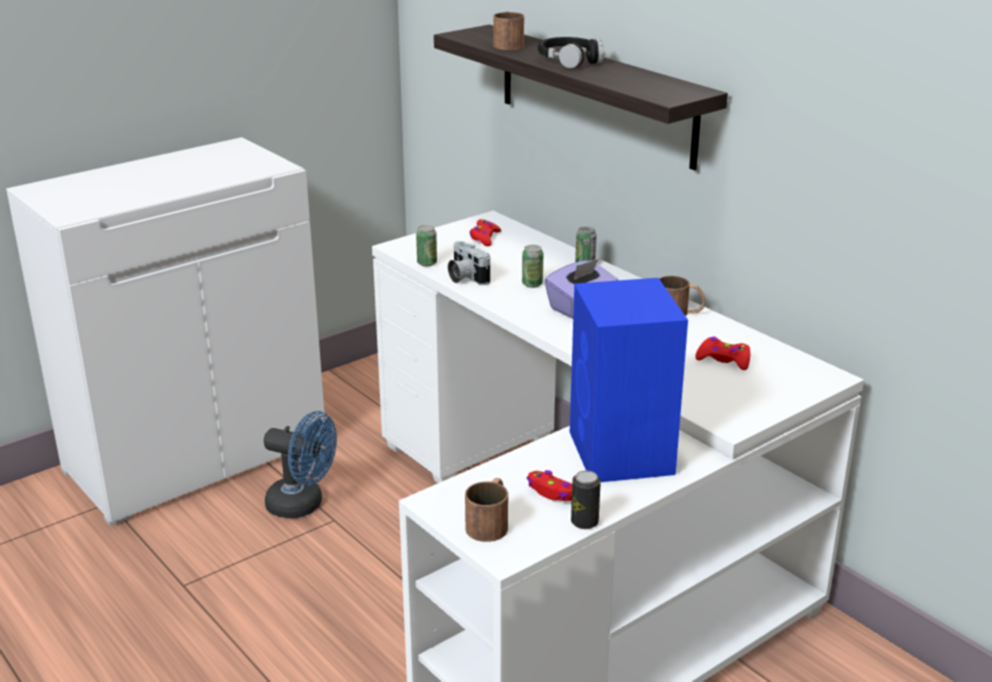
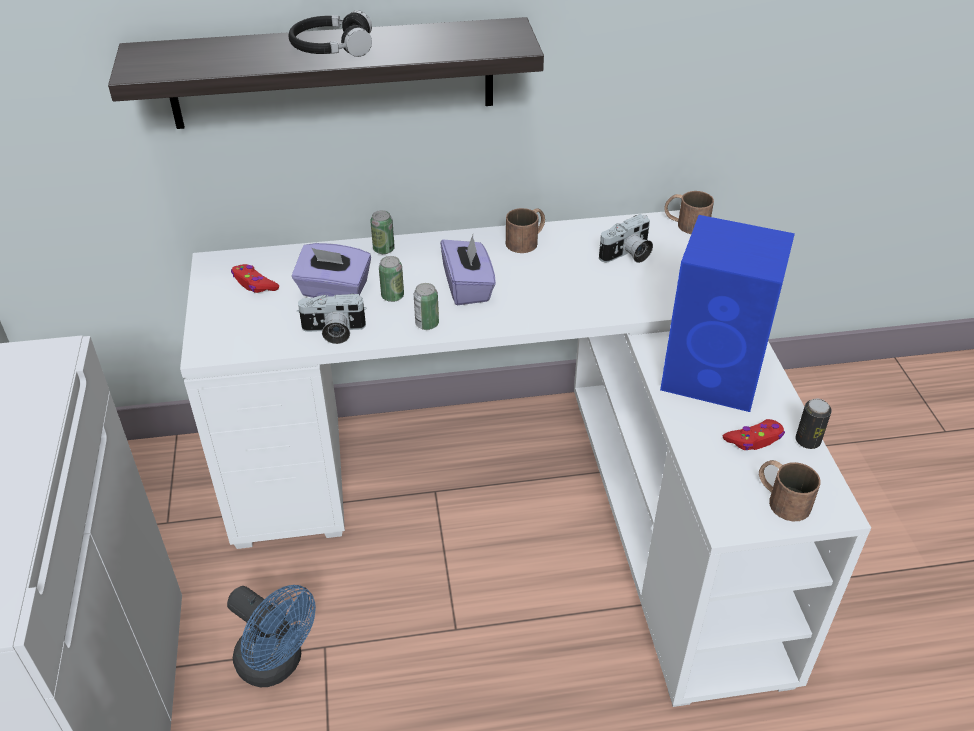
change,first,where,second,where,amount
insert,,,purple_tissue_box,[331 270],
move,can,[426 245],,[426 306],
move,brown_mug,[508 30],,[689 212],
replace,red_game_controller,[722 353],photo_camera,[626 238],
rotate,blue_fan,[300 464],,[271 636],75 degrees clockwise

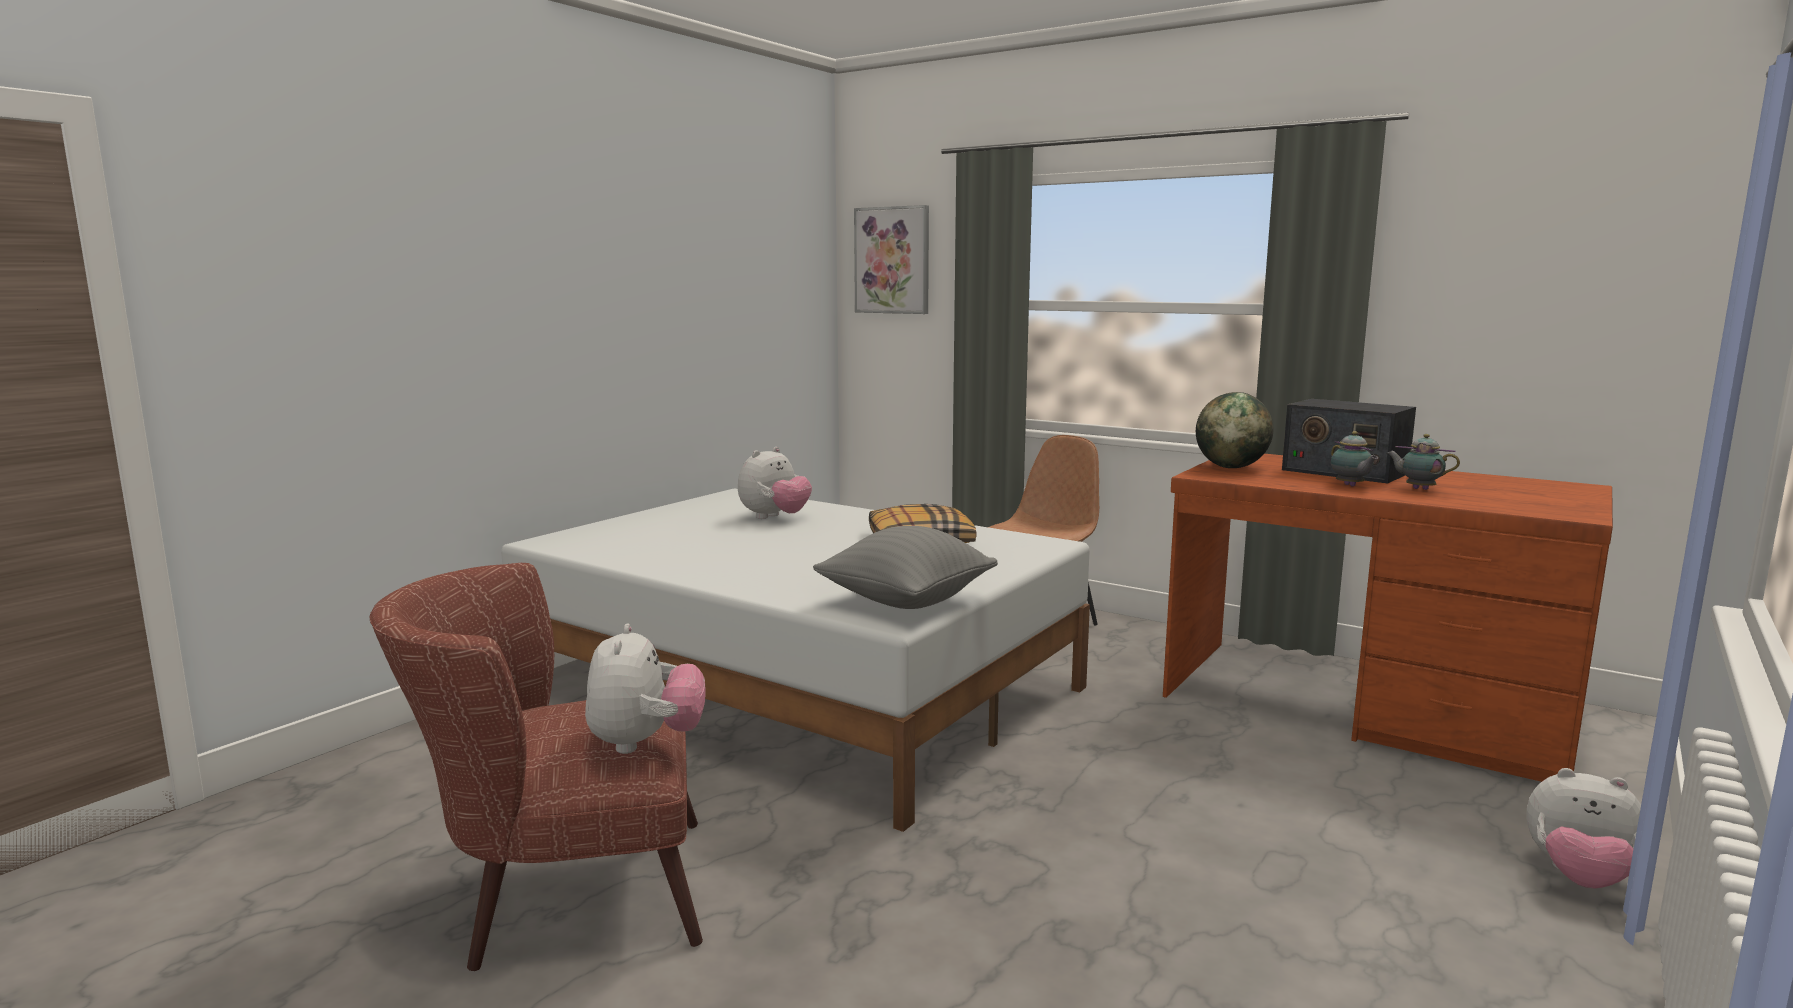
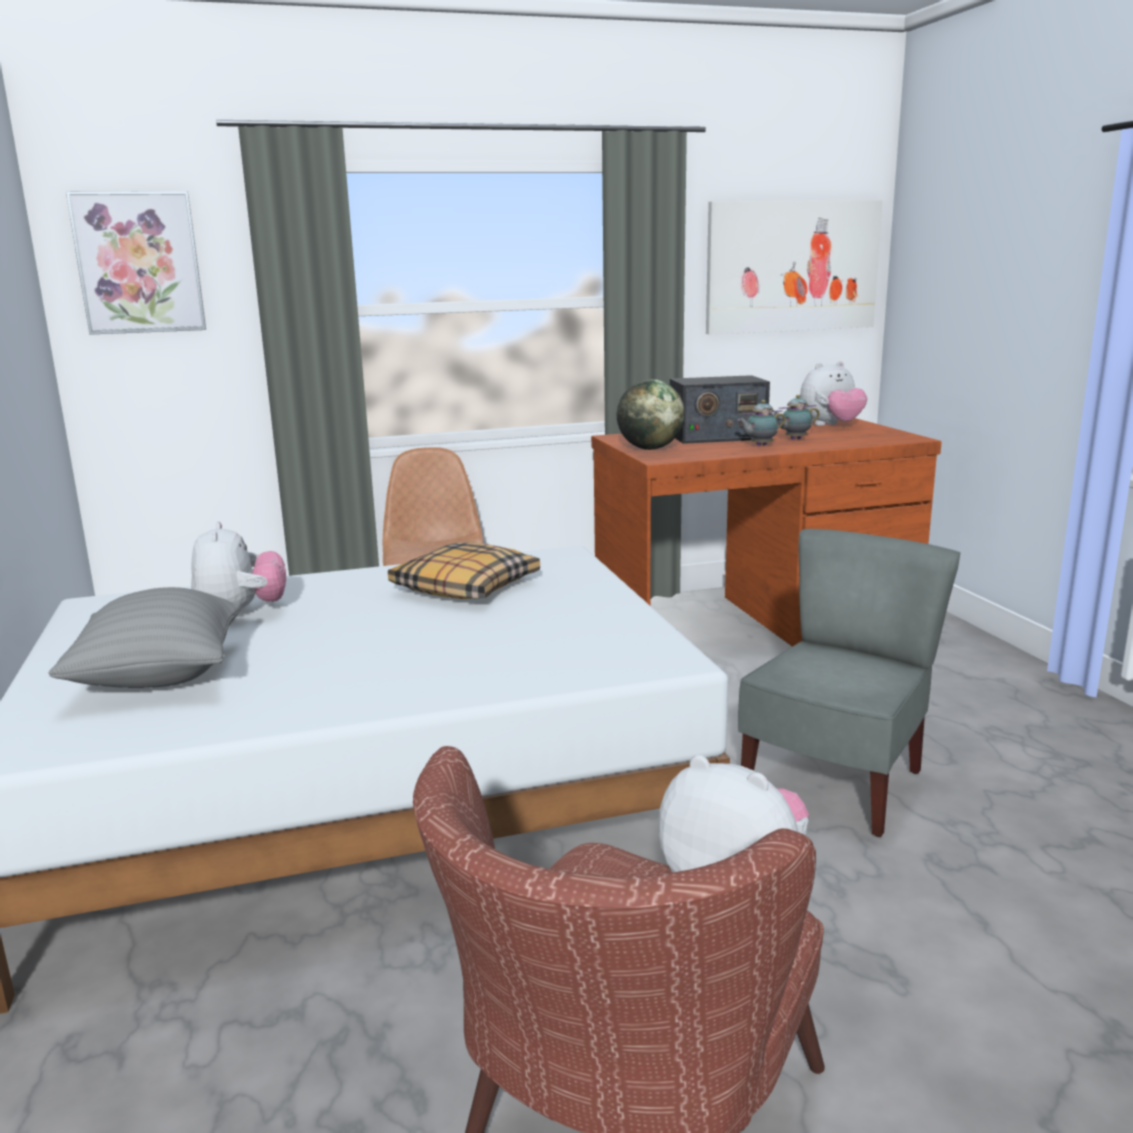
change,first,where,second,where,amount
insert,,,picture,[794 267],
insert,,,grey_chair,[849 683],
move,grey_pillow,[905 567],,[145 637],
move,plush_toy,[1583 828],,[833 393],
rotate,teapot,[1354 459],,[761 423],135 degrees clockwise

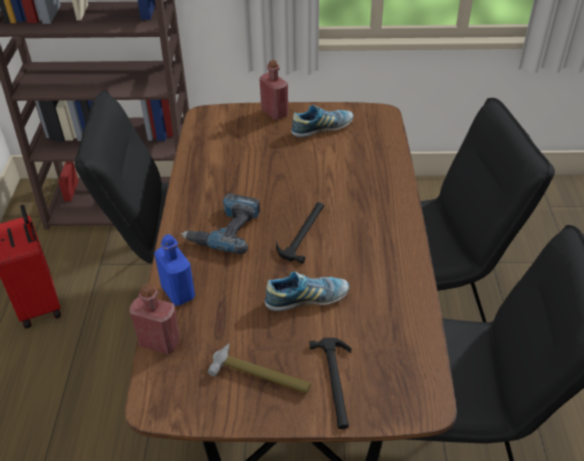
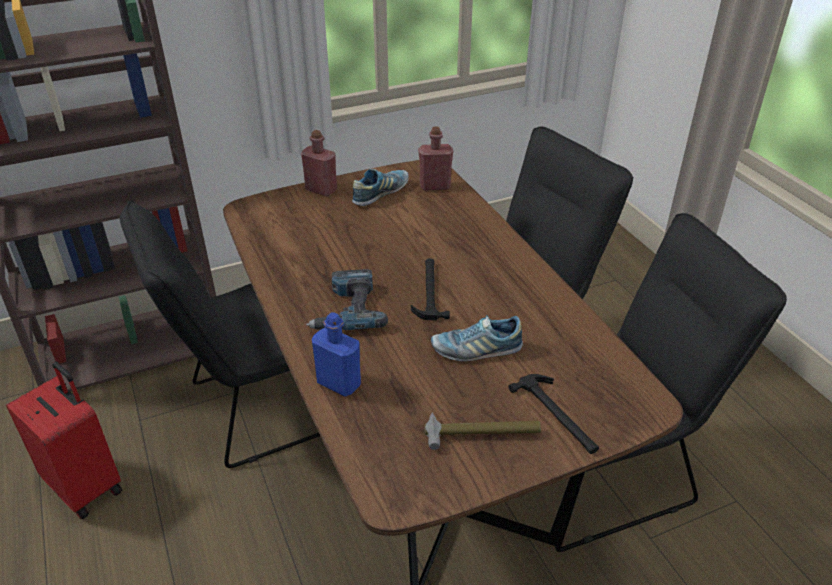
change,first,where,second,where,amount
move,red_bottle,[154 319],,[435 158],
rotate,shoe,[307 291],,[477 338],150 degrees counterclockwise

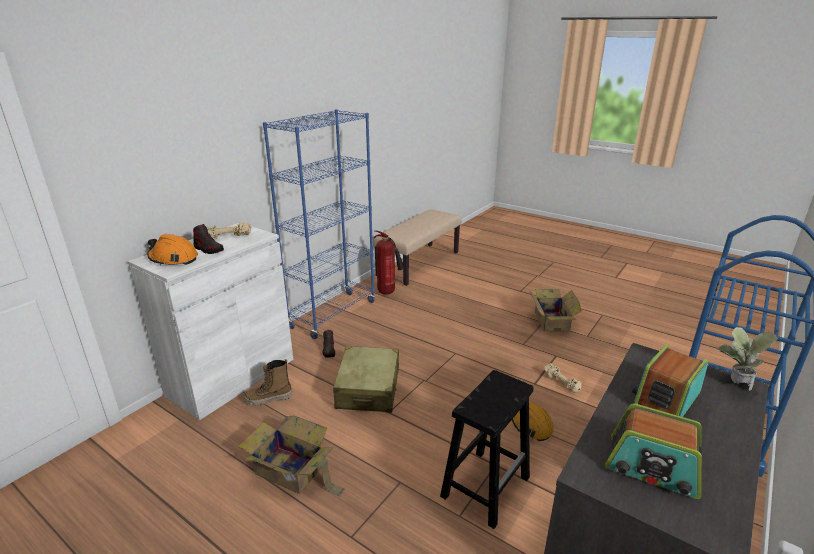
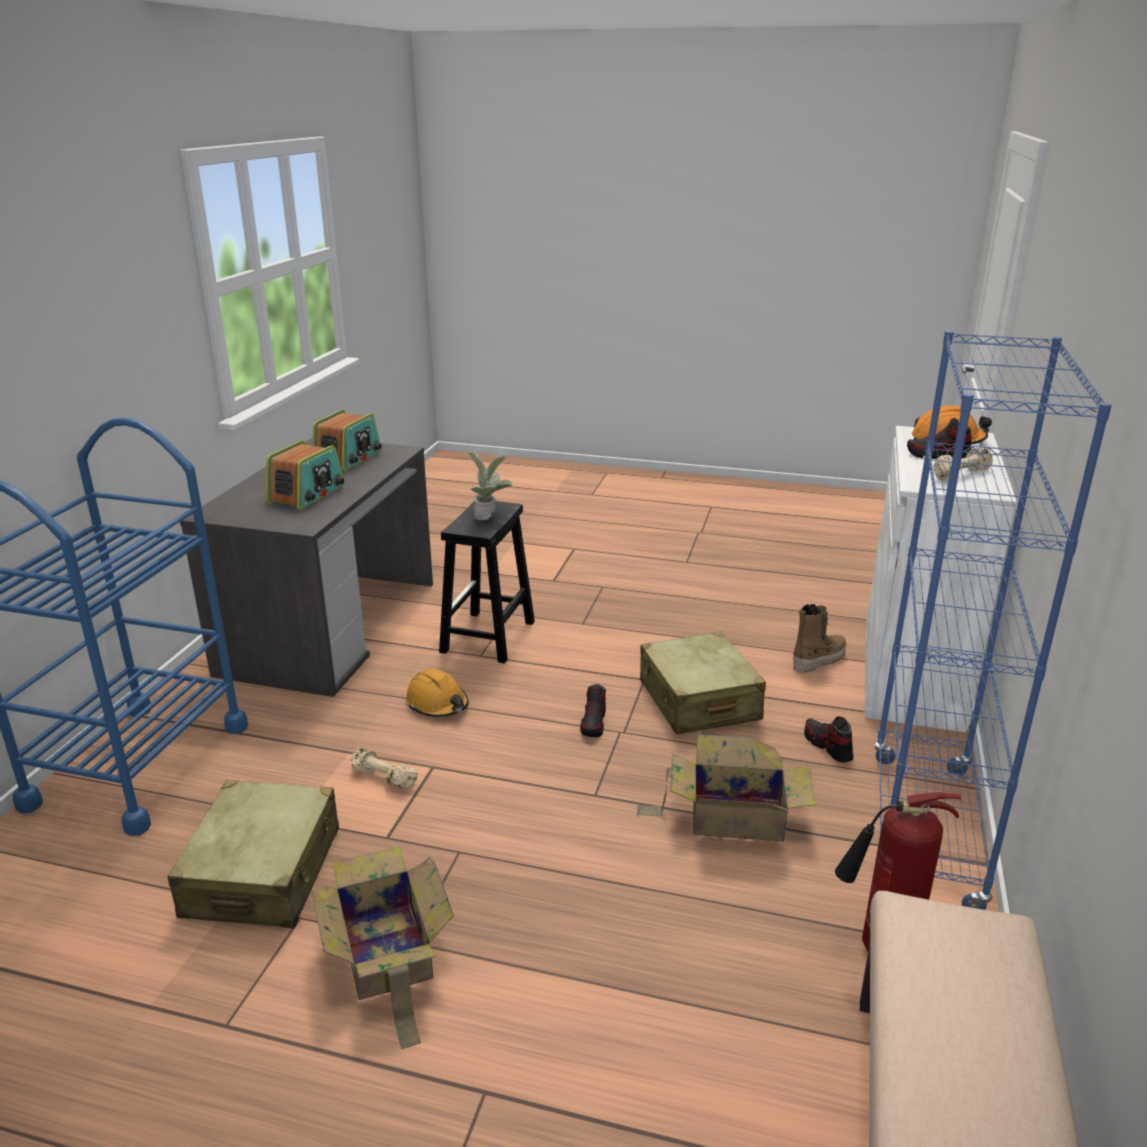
change,first,where,second,where,amount
insert,,,beige_suitcase,[253 854],
insert,,,shoe,[593 710],
move,cardboard_box,[291 456],,[726 787],
move,potted_plant,[747 359],,[491 486],
rotate,radio,[653 451],,[347 441],105 degrees clockwise

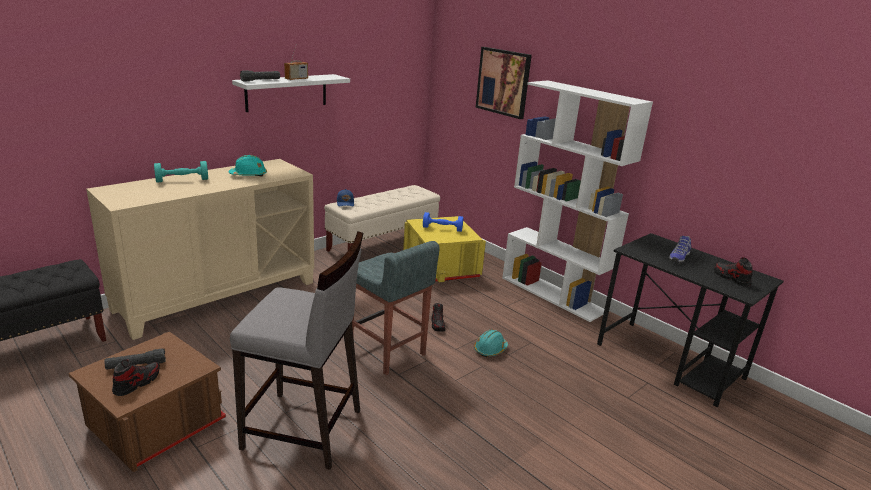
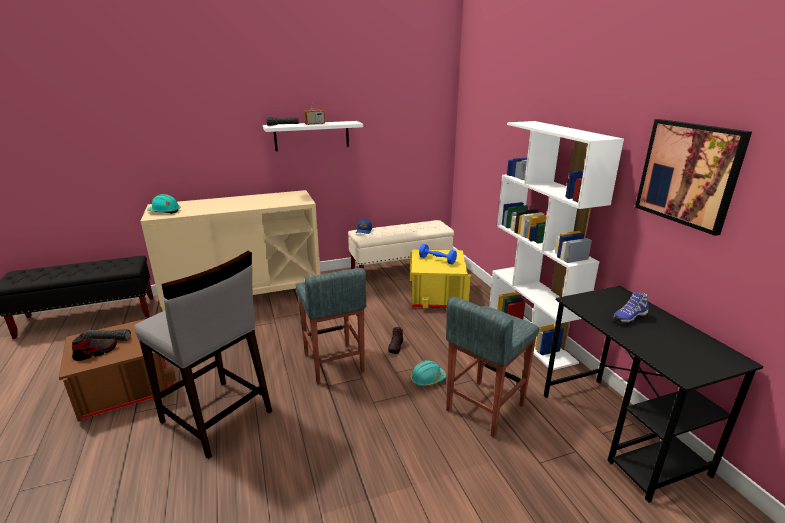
change,first,where,second,where,amount
delete,turquoise_dumbbell,[181 171],,,
delete,shoe,[733 272],,,
insert,,,grey_stool,[492 367],
move,turquoise_hard_hat,[248 166],,[164 204],
move,picture,[504 83],,[693 177],

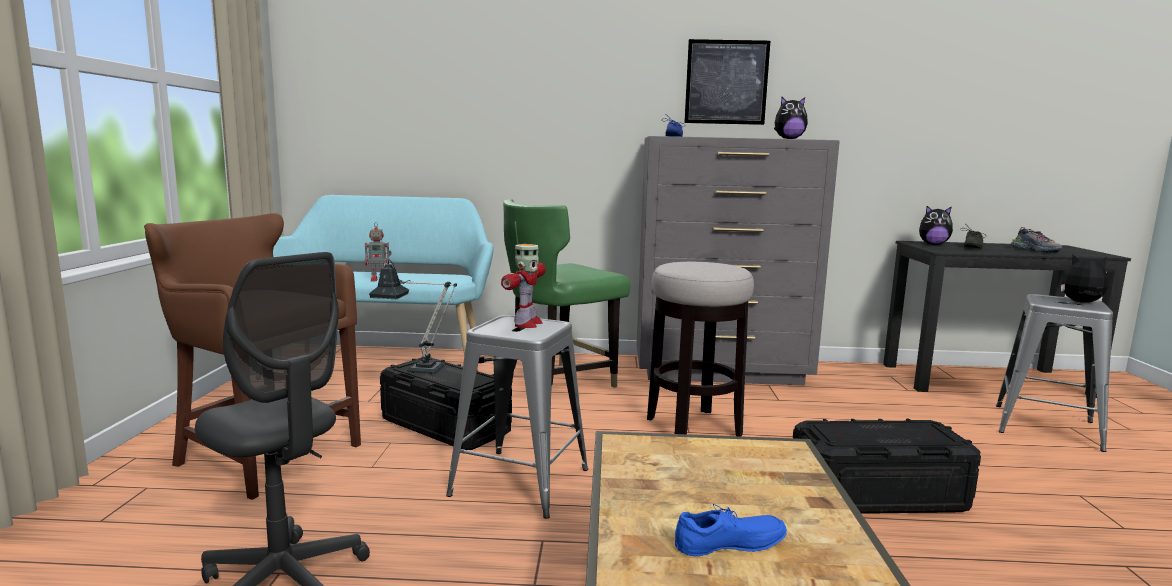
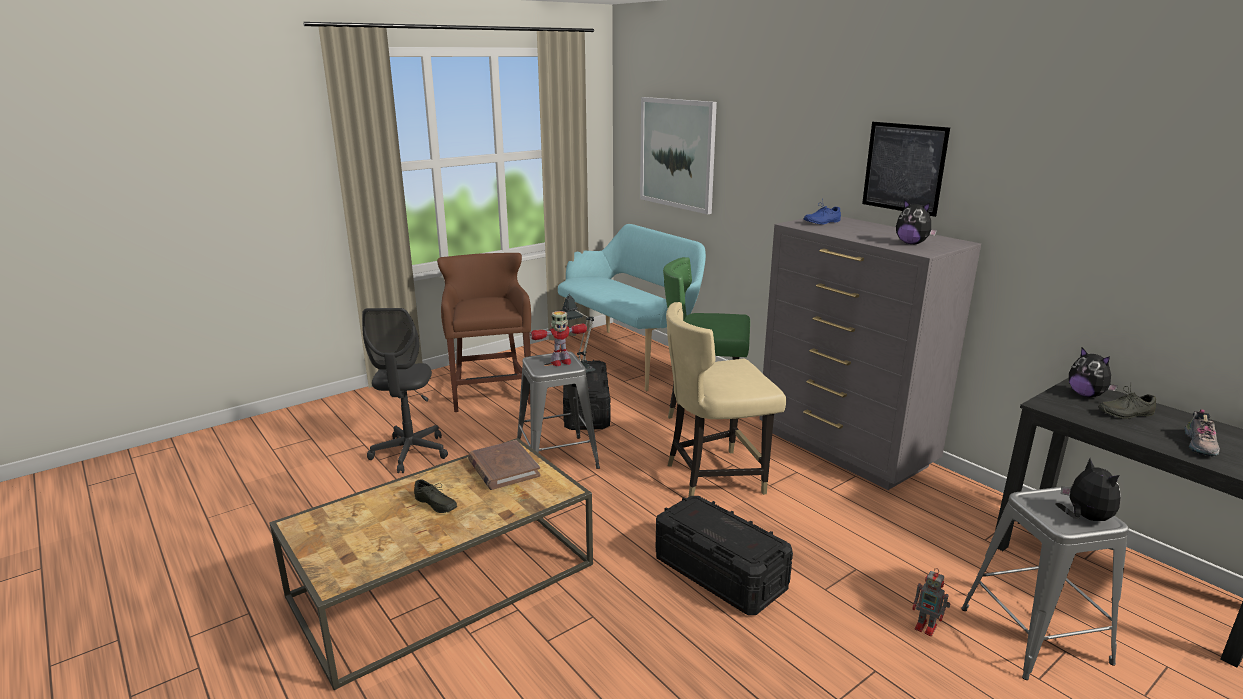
change,first,where,second,where,amount
insert,,,brown_book,[504 465],
insert,,,picture,[678 155],
move,toy_robot,[378 251],,[931 602],
replace,stool,[700 349],beige_chair,[726 399],
recolor,blue_shoe,[731 529],grey_shoe,[435 496],

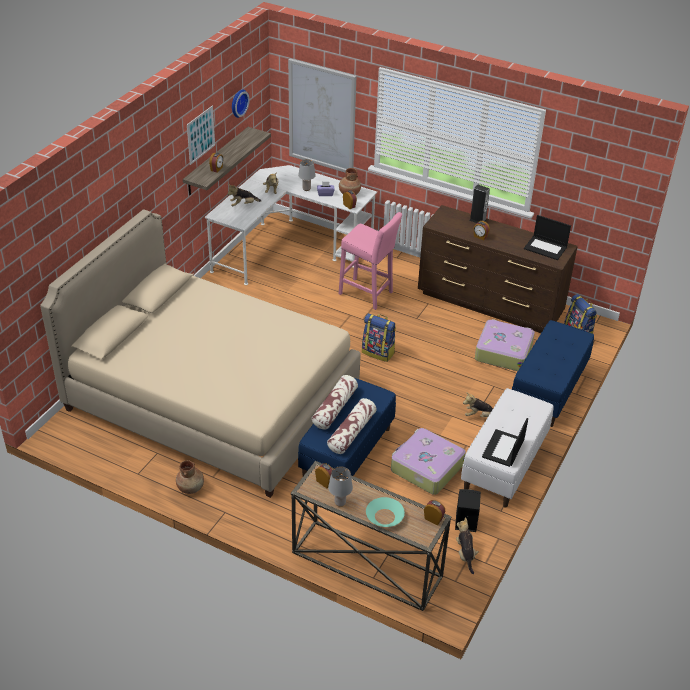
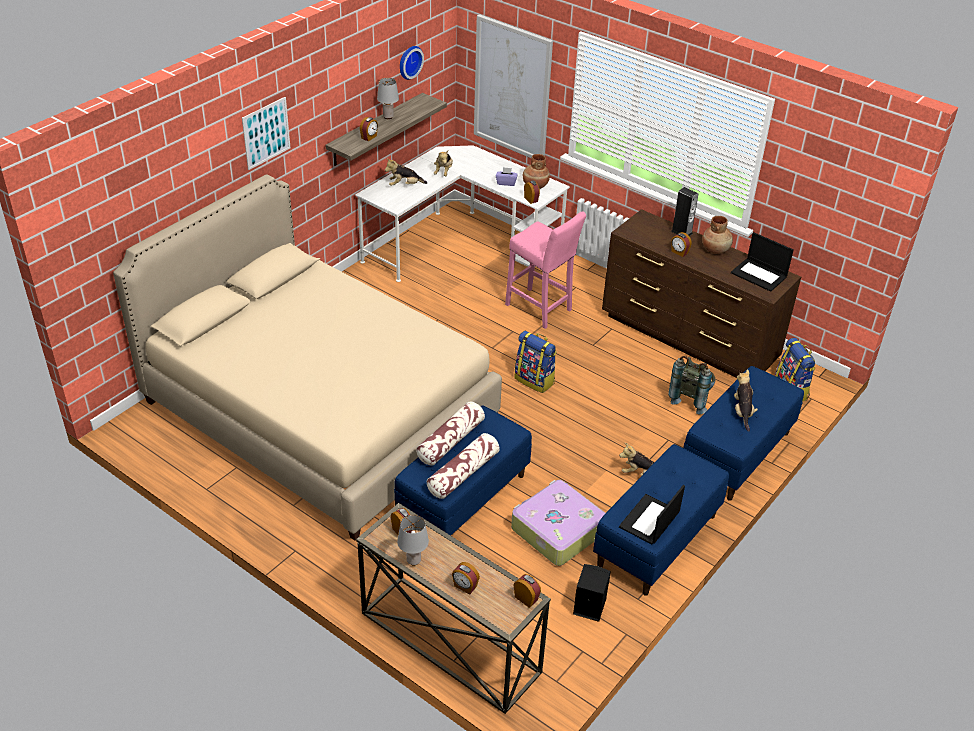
change,first,where,second,where,amount
move,brown_vase,[190 477],,[717 235],
move,picture,[201 135],,[266 133],
move,grey_table_lamp,[307 175],,[388 98],
move,plush_toy,[467 545],,[746 400],
replace,turquoise_bowl,[385 512],alarm_clock,[466 578],
replace,suitcase,[505 345],grey_backpack,[691 385],
recolor,white_bench,[507 448],blue_bench,[661 520],

